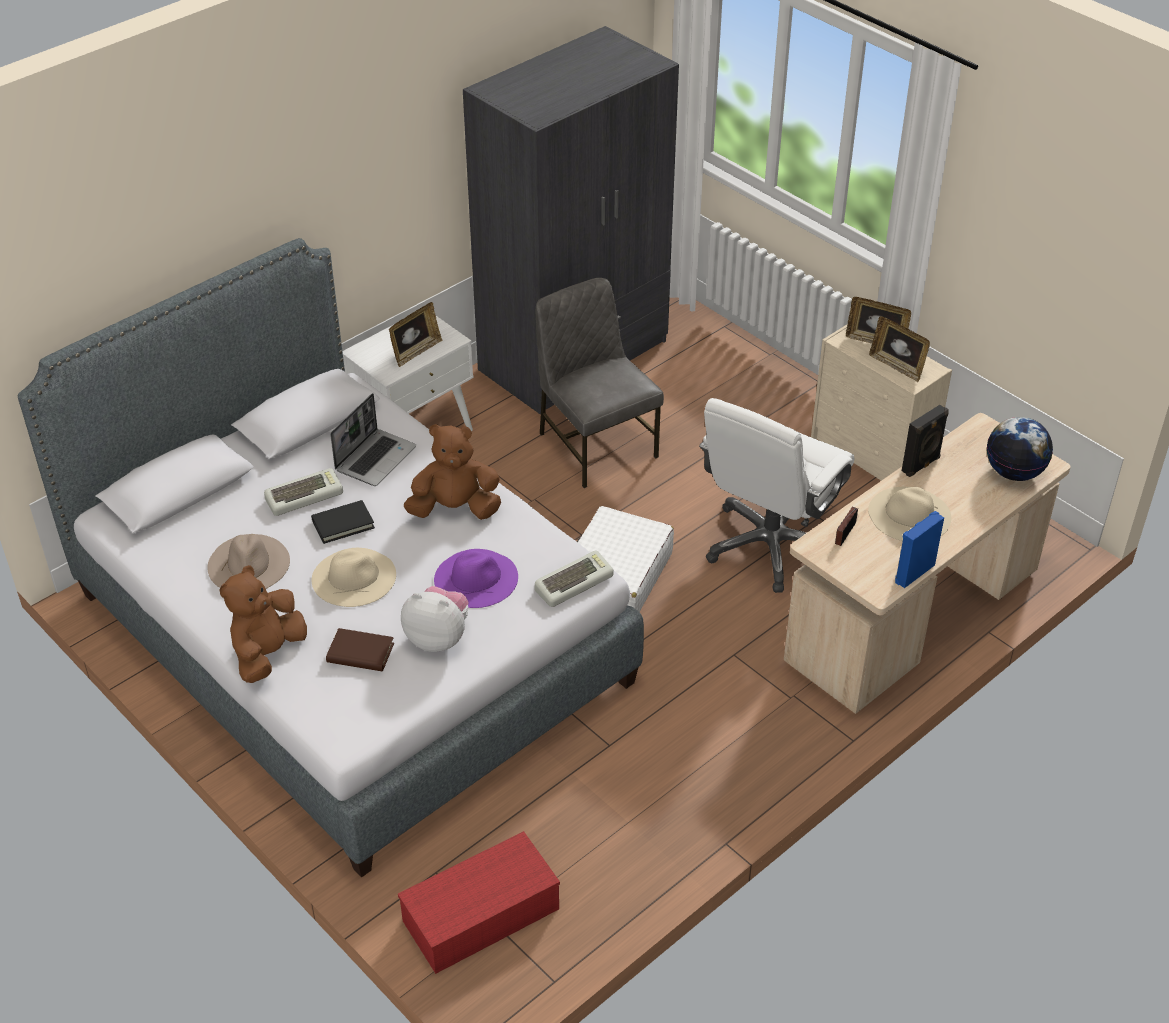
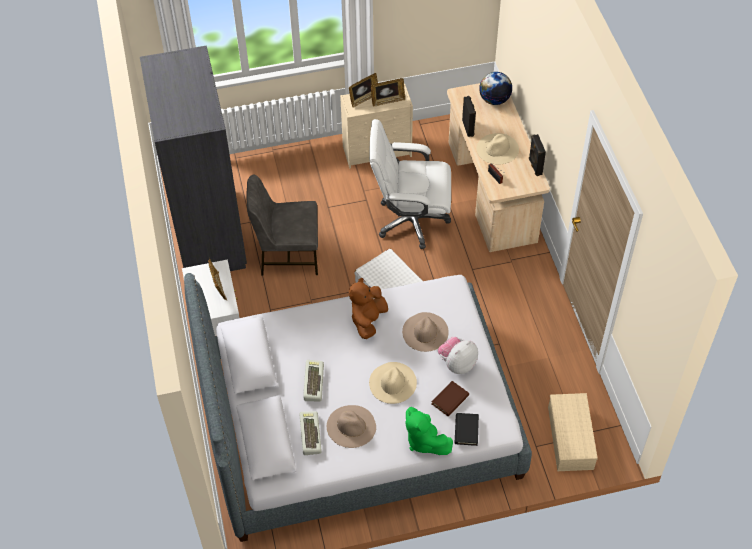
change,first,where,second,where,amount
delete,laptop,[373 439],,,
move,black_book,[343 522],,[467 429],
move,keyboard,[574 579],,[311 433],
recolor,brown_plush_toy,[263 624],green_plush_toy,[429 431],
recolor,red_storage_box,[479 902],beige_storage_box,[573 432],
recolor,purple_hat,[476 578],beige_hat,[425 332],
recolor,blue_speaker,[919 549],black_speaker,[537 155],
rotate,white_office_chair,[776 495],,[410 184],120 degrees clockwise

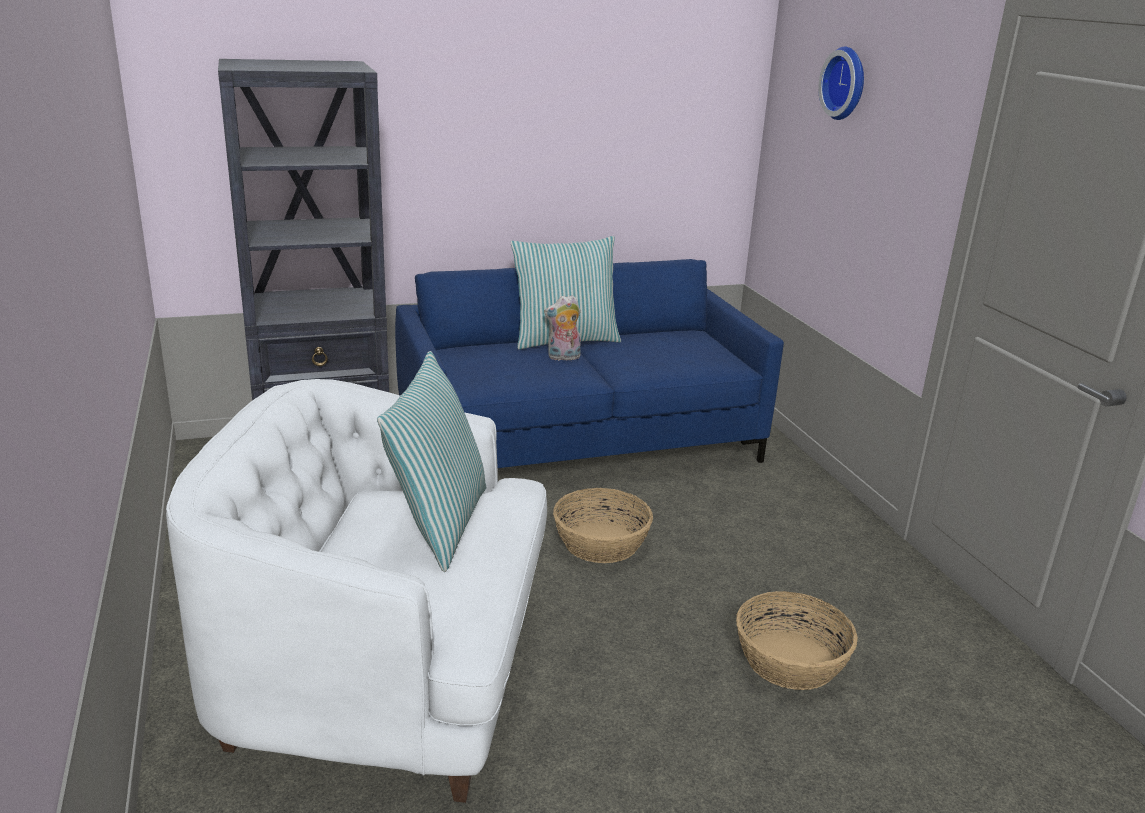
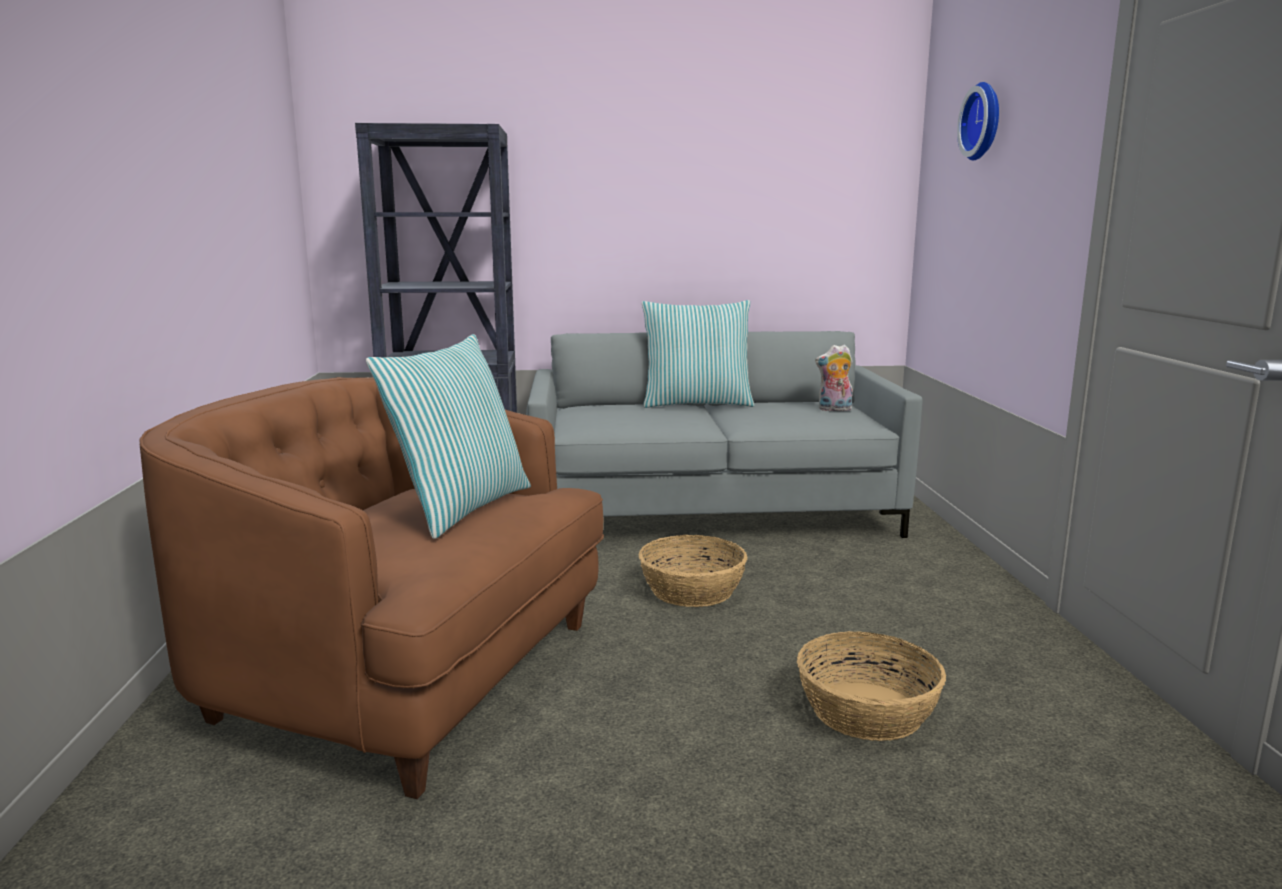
change,first,where,second,where,amount
move,plush_toy,[562 328],,[834 377],
recolor,white_armchair,[356 591],brown_armchair,[371 588],
recolor,blue_sofa,[589 363],grey_sofa,[724 434],

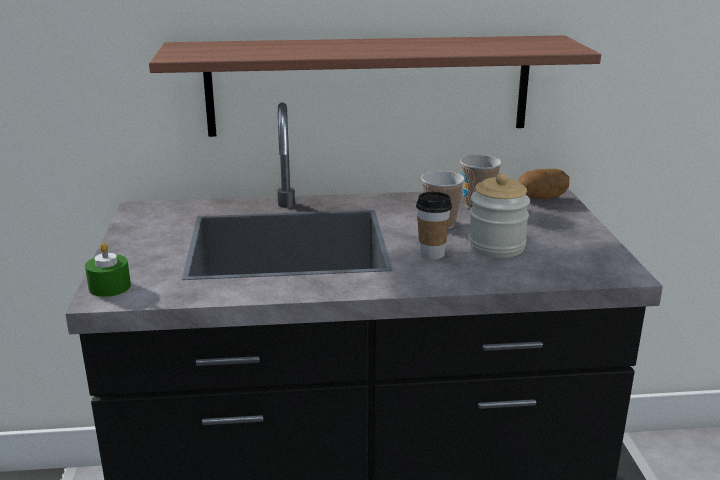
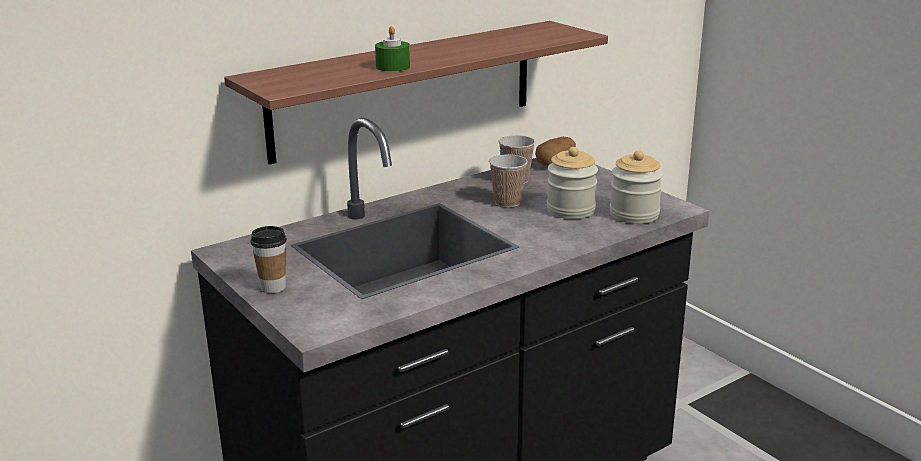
change,first,where,second,where,amount
insert,,,jar,[636 187],
move,green_candle,[108 270],,[392 49],
move,cup,[434 226],,[269 259],

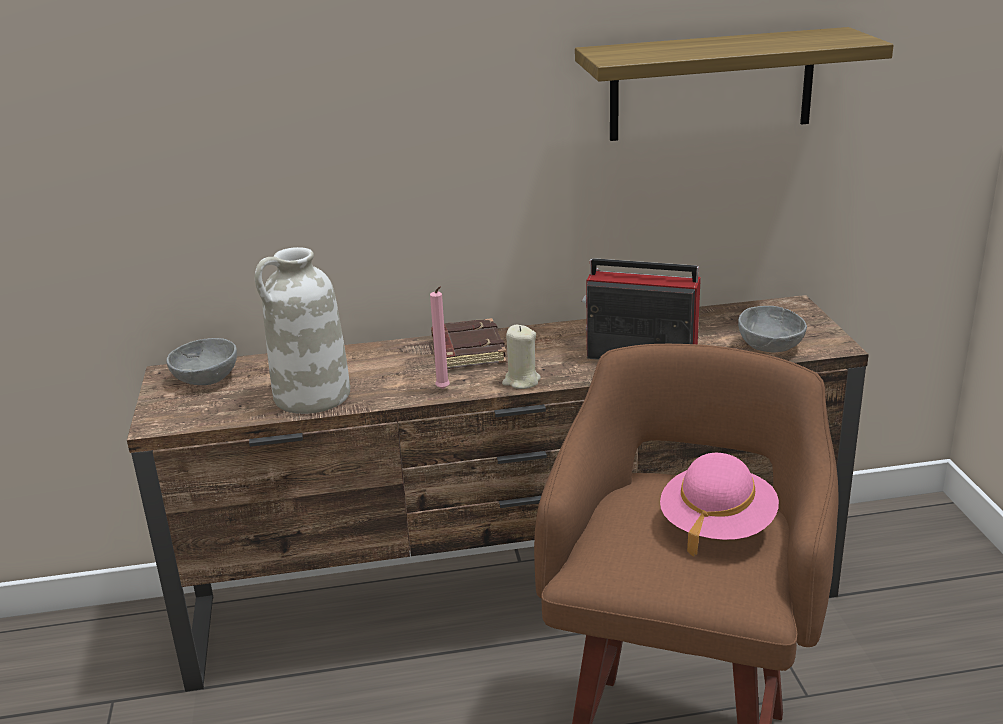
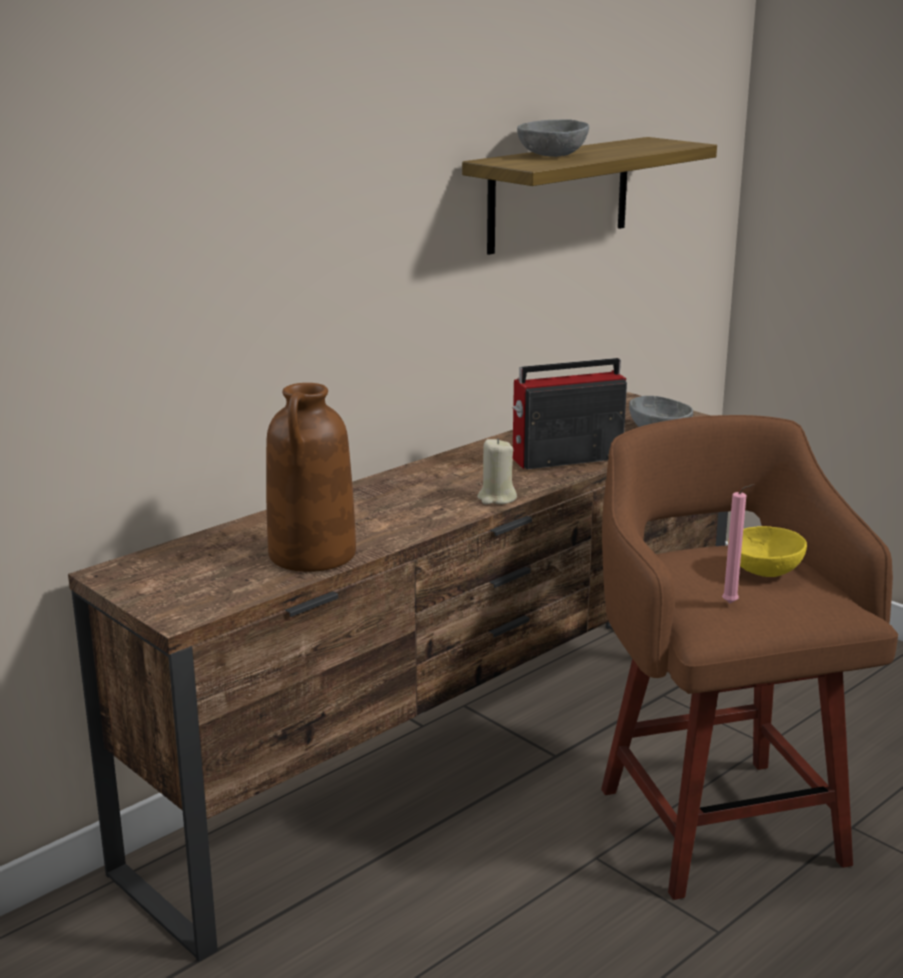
change,first,where,second,where,amount
delete,brown_book,[469 343],,,
move,grey_bowl,[201 361],,[553 138],
move,pink_candle,[440 337],,[738 543],
replace,pink_hat,[719 505],yellow_bowl,[767 551],
recolor,white_vase,[302 330],brown_vase,[311 477],

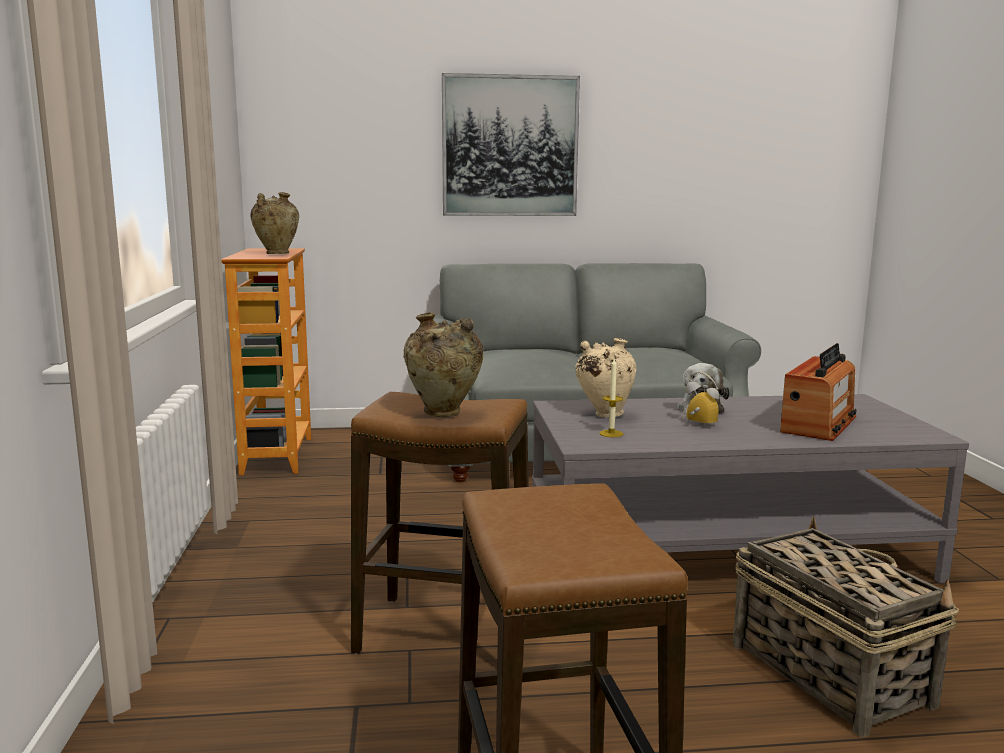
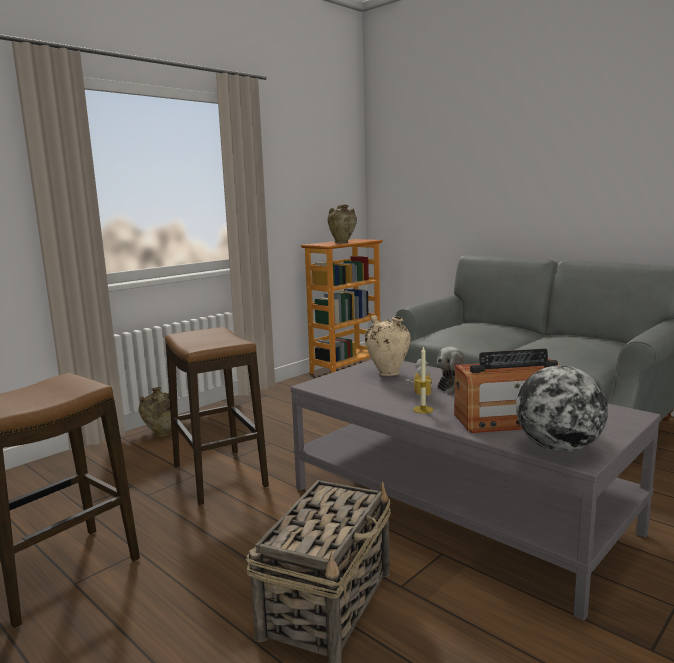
change,first,where,second,where,amount
delete,picture,[511 144],,,
insert,,,globe,[562 408],
move,beige_vase,[443 364],,[155 412],
move,candle,[611 398],,[423 380],

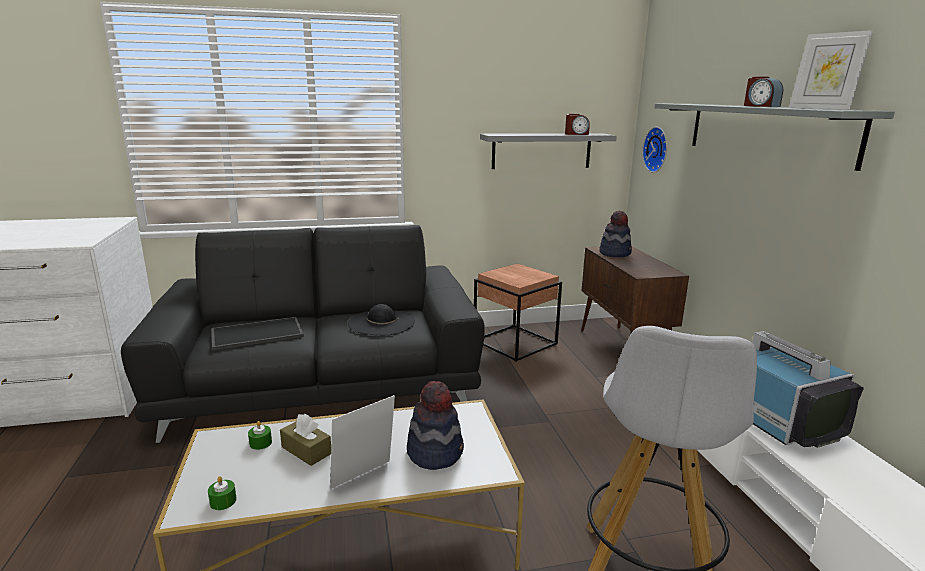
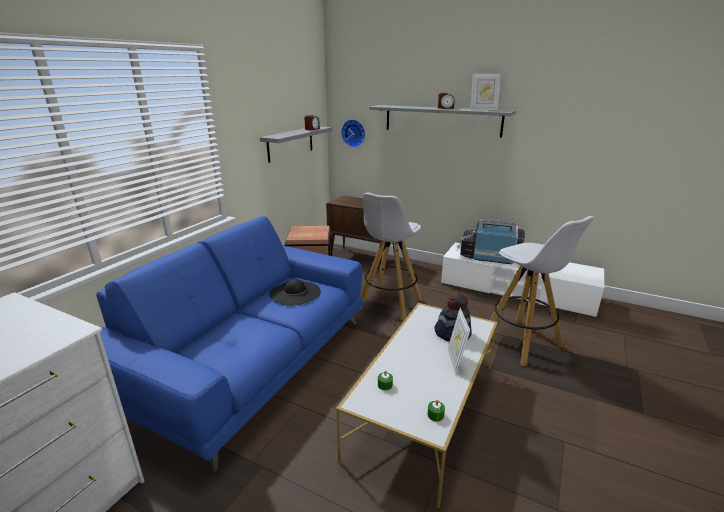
change,first,where,second,where,amount
delete,tray,[257 333],,,
delete,brown_tissue_box,[305 440],,,
delete,hat,[615 234],,,
insert,,,white_stool,[391 257],
recolor,black_sofa,[303 334],blue_sofa,[230 344],

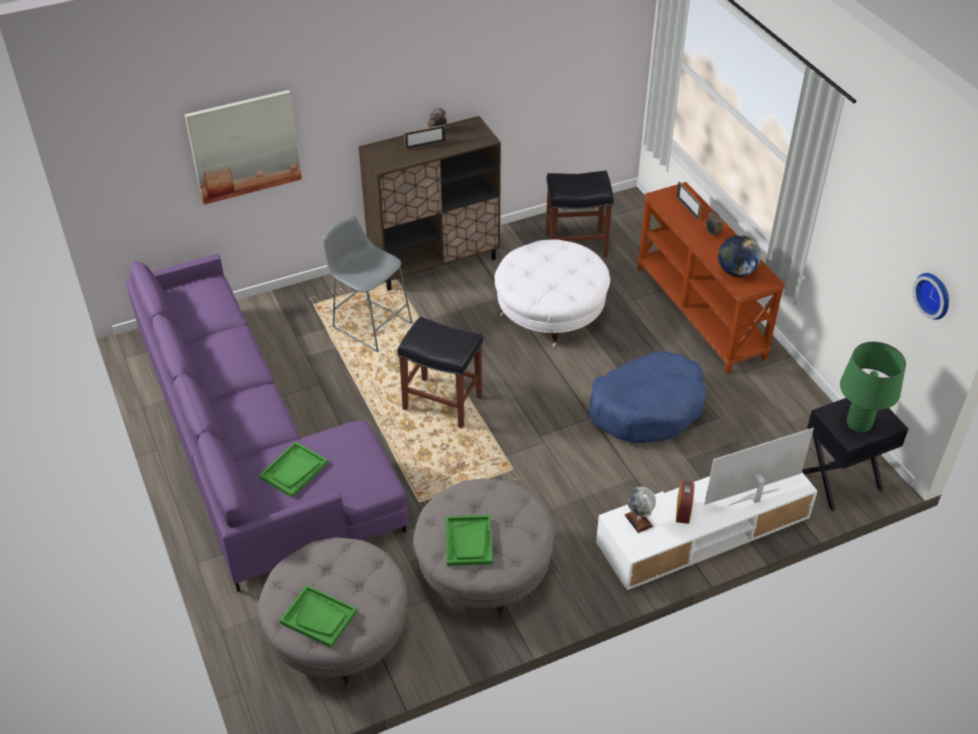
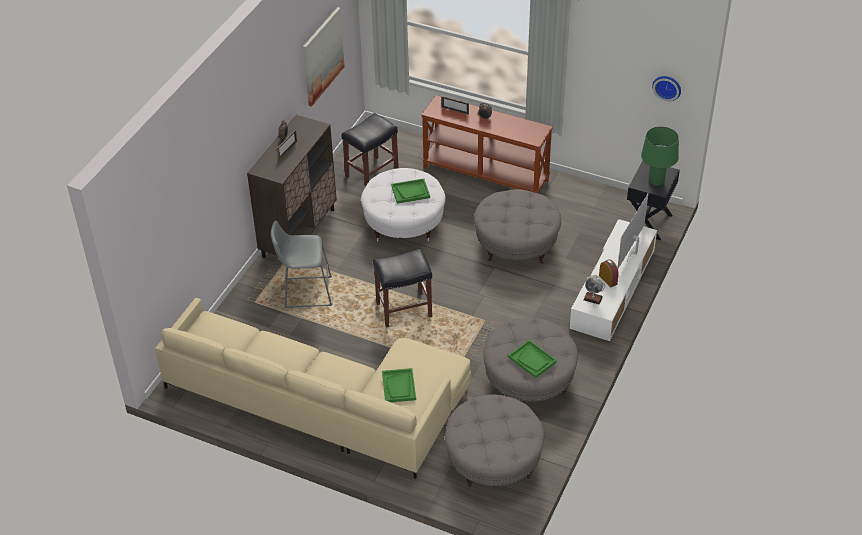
change,first,where,second,where,amount
delete,globe,[739 256],,,
move,picture,[243 147],,[324 57],
move,green_tray,[318 616],,[410 191],
replace,blue_dog_bed,[647 397],grey_ottoman,[517 226],
recolor,purple_sofa,[267 423],beige_sofa,[313 388],

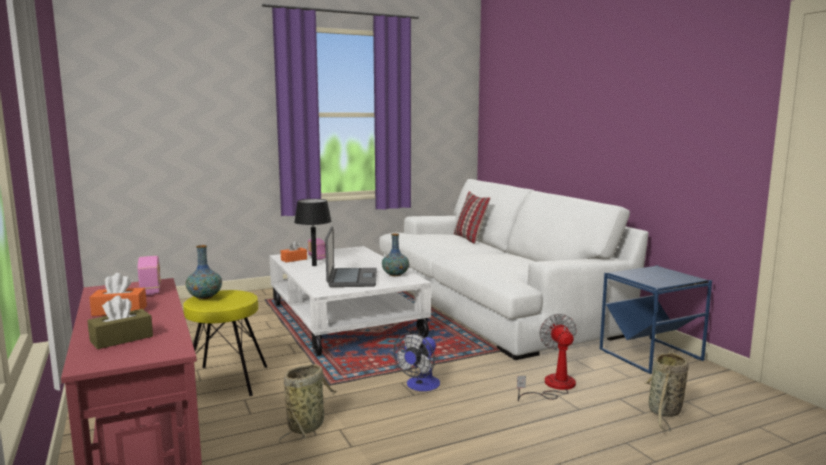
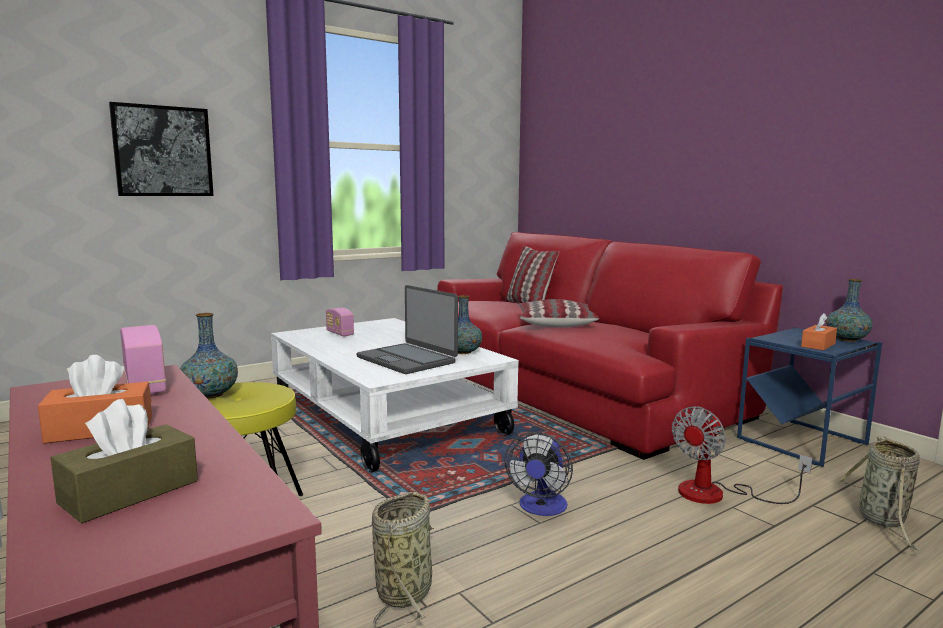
change,first,where,second,where,amount
delete,black_table_lamp,[312 232],,,
insert,,,picture,[161 149],
insert,,,pillow,[558 313],
insert,,,vase,[849 310],
move,orange_tissue_box,[294 251],,[819 331],
recolor,white_sofa,[514 269],red_sofa,[610 346],
rotate,laptop,[351 256],,[407 329],150 degrees clockwise
rotate,fan,[547 357],,[742 455],120 degrees counterclockwise

